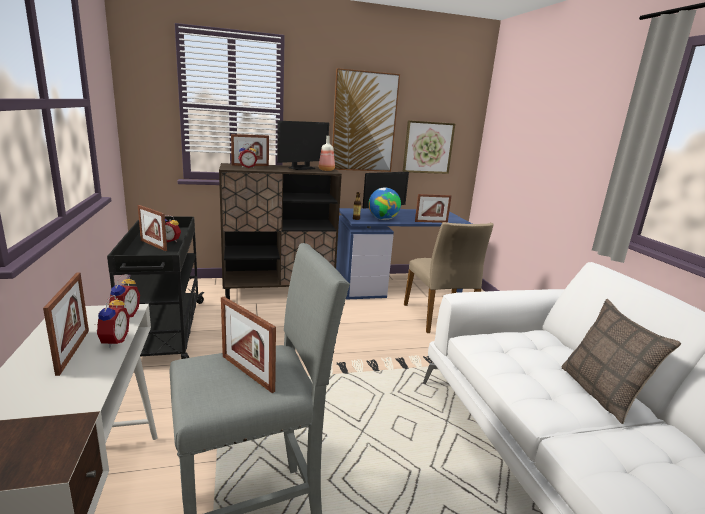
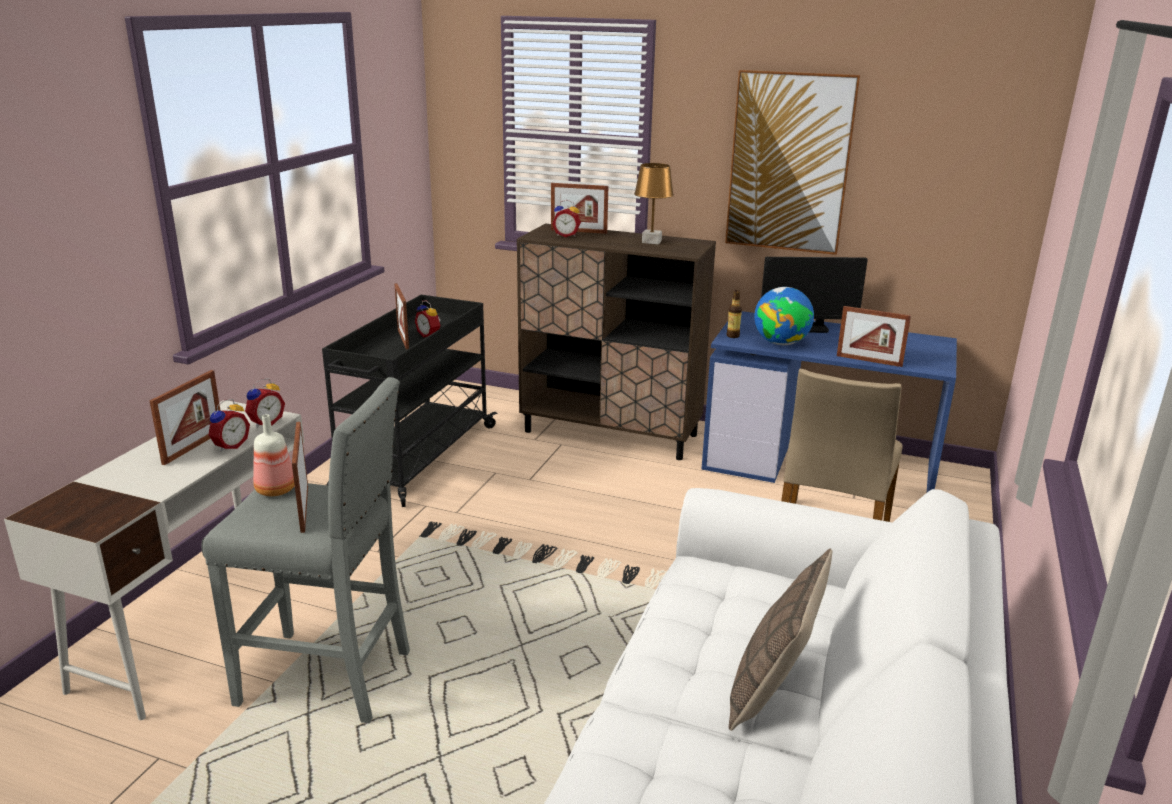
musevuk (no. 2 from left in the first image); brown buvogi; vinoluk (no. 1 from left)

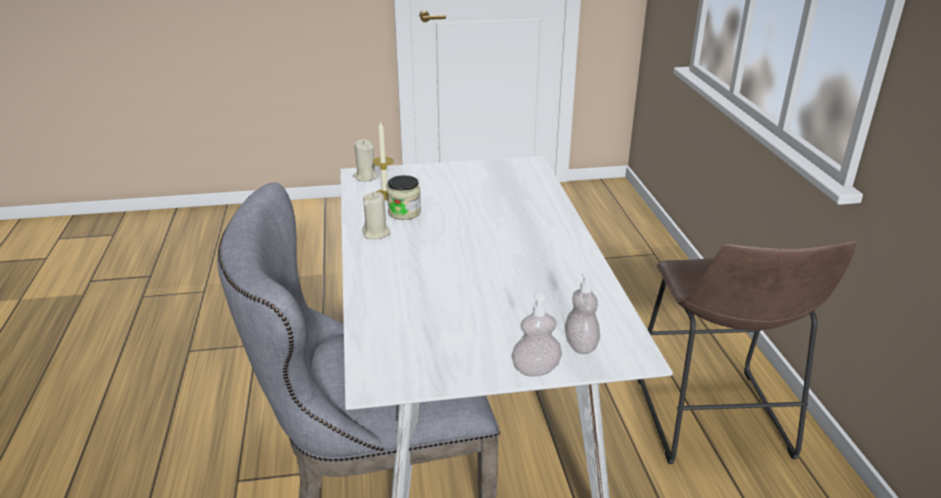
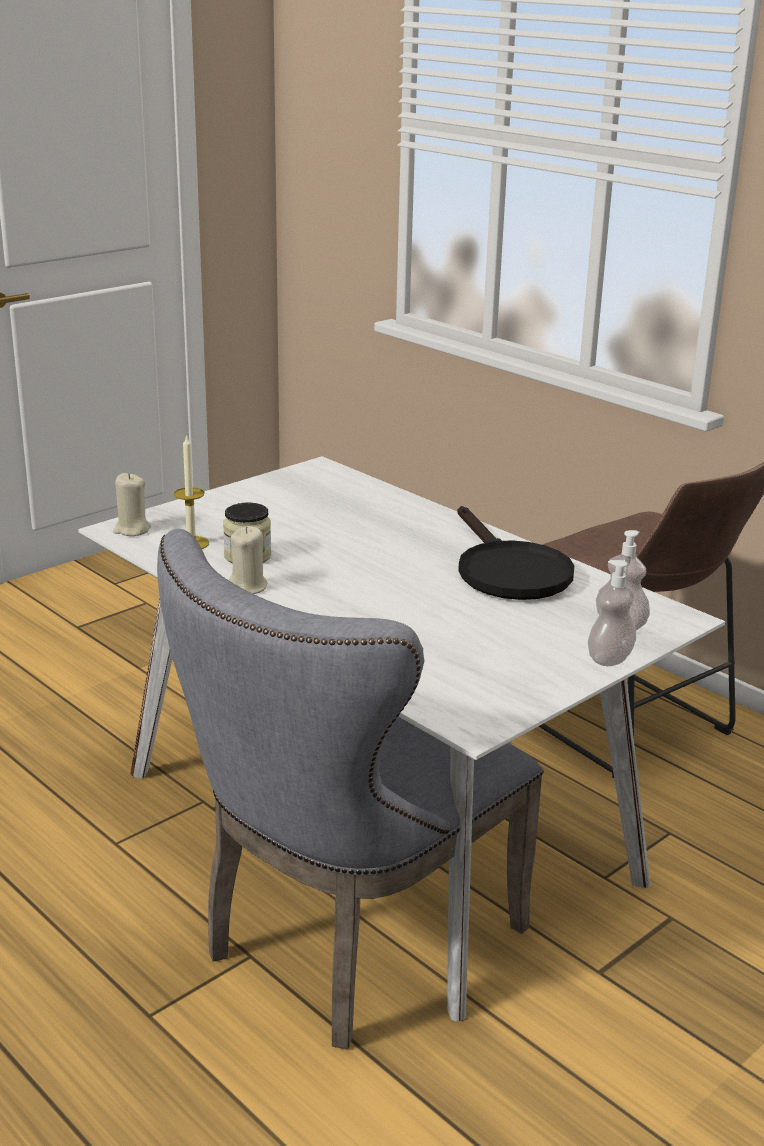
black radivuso

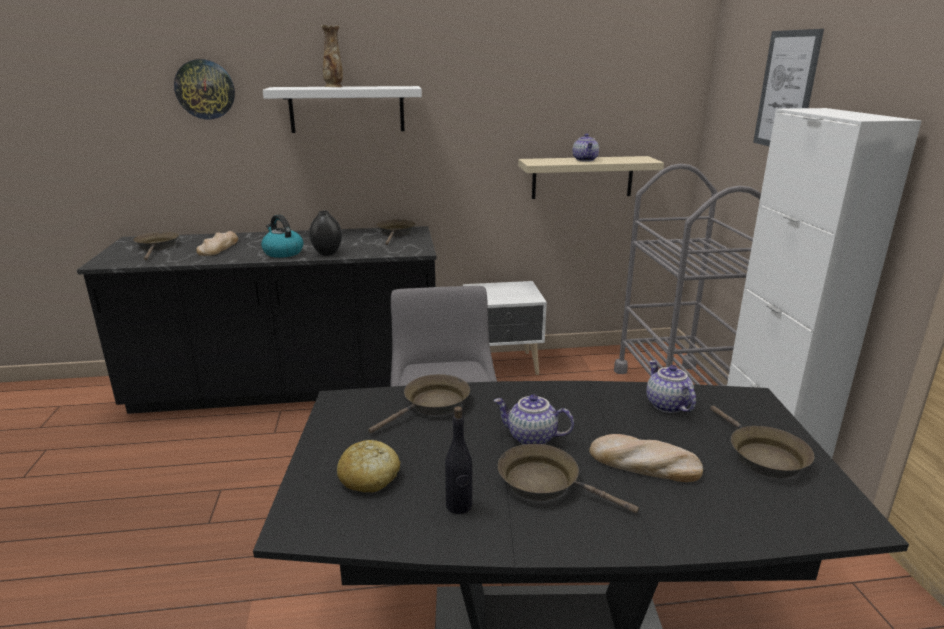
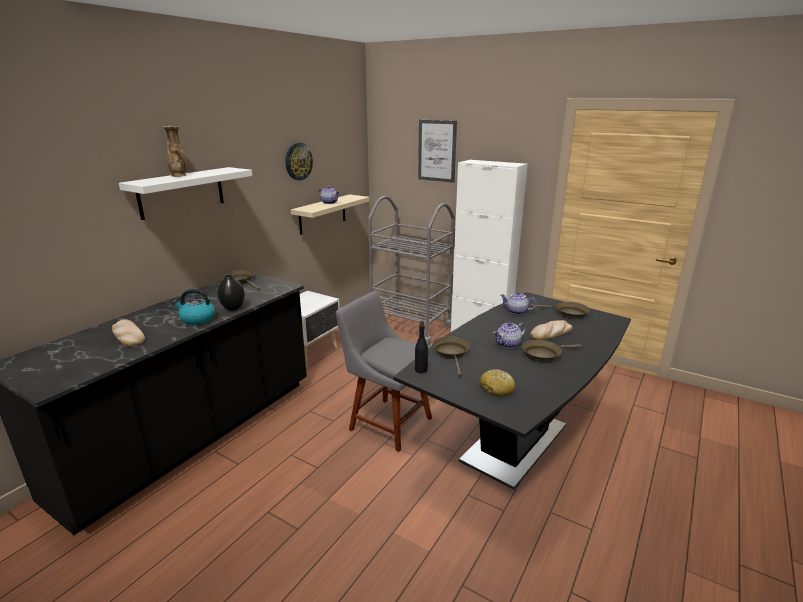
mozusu; brown radivuso (no. 1 from left in the first image); black vinoluk

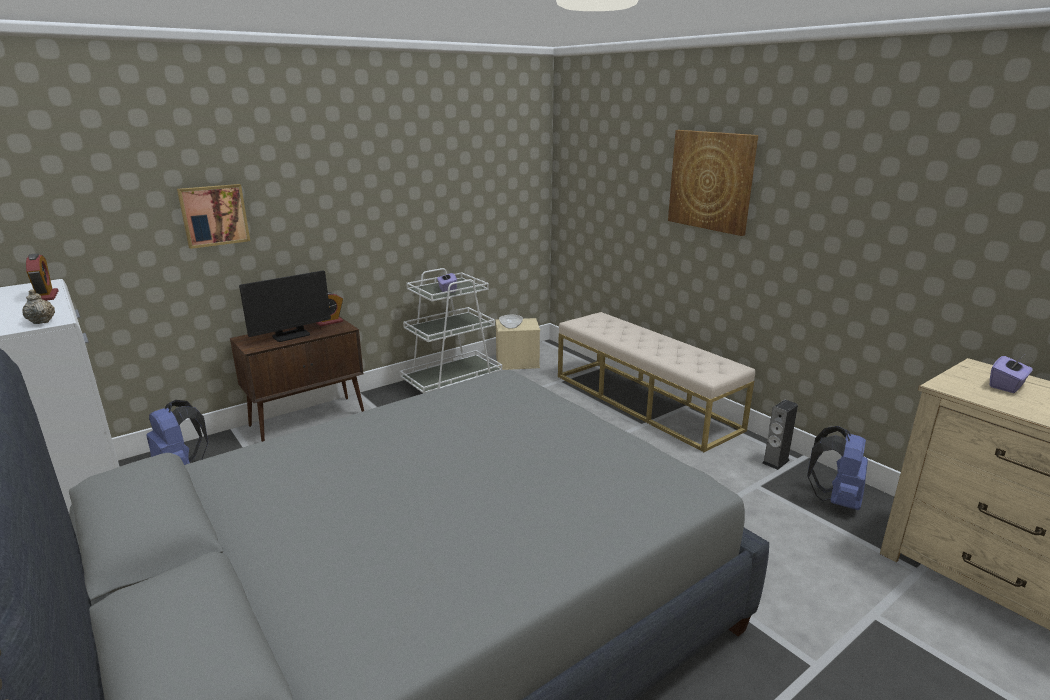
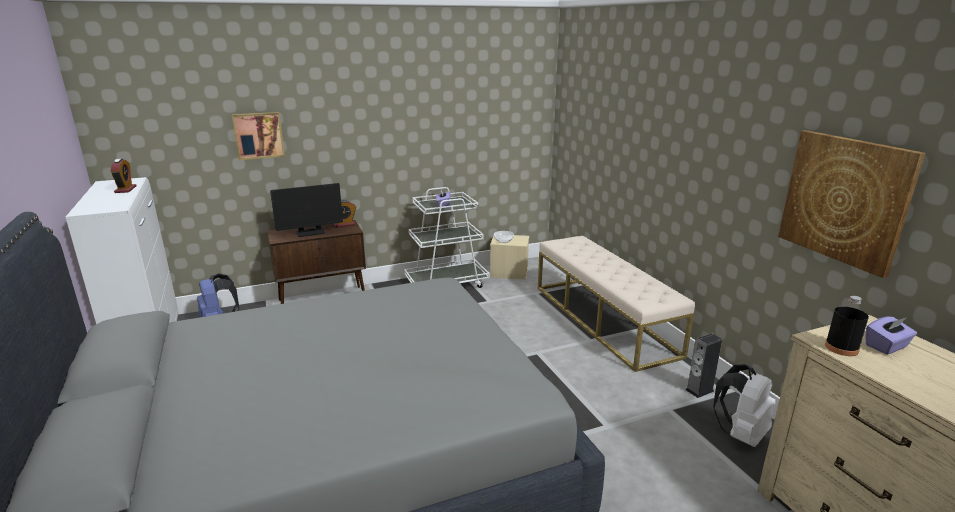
musevuk (no. 2 from left); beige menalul; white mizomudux; black vinoluk

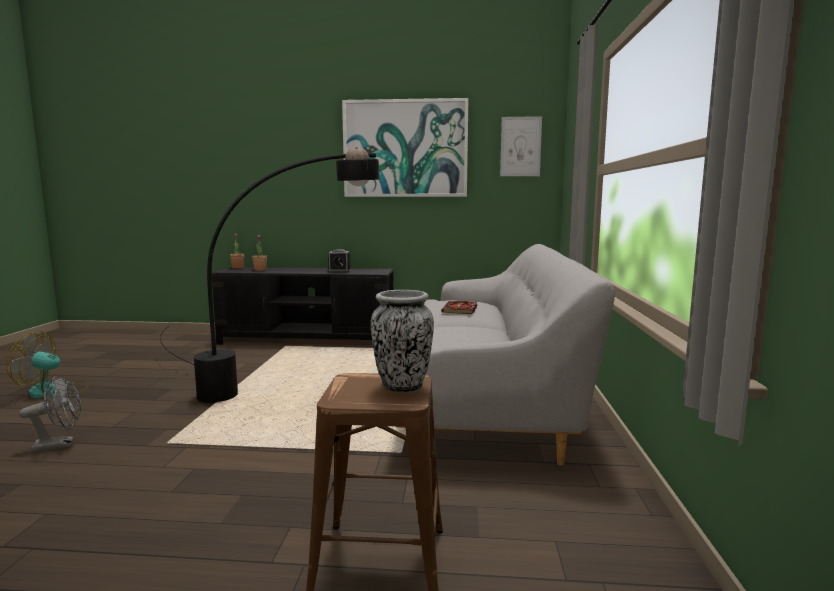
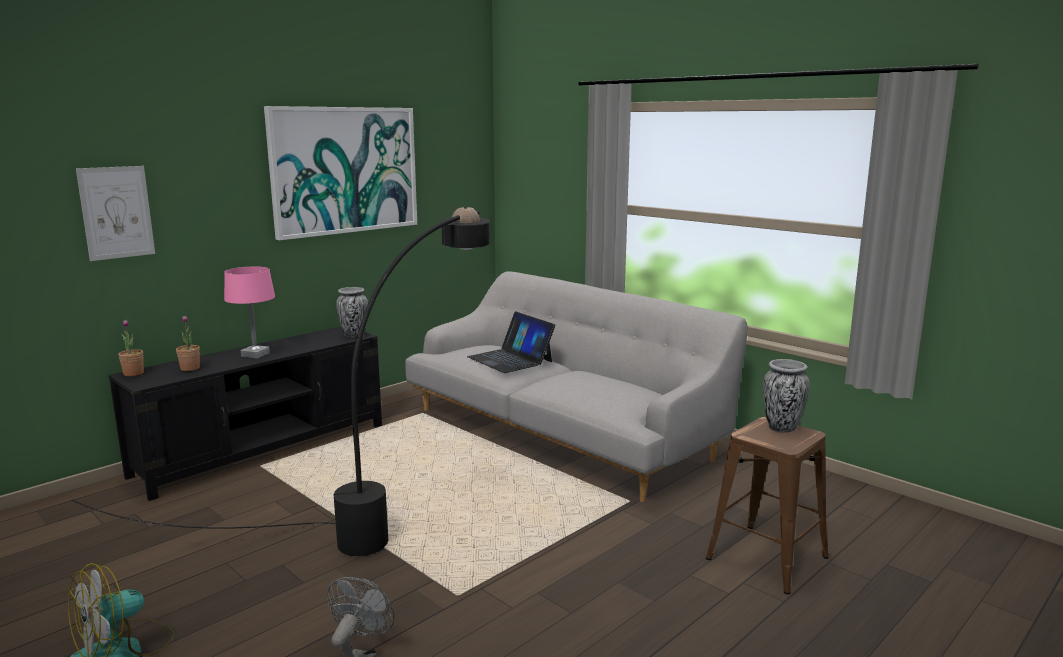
musevuk (no. 1 from left); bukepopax; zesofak; pink buvogi; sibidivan (no. 1 from left)

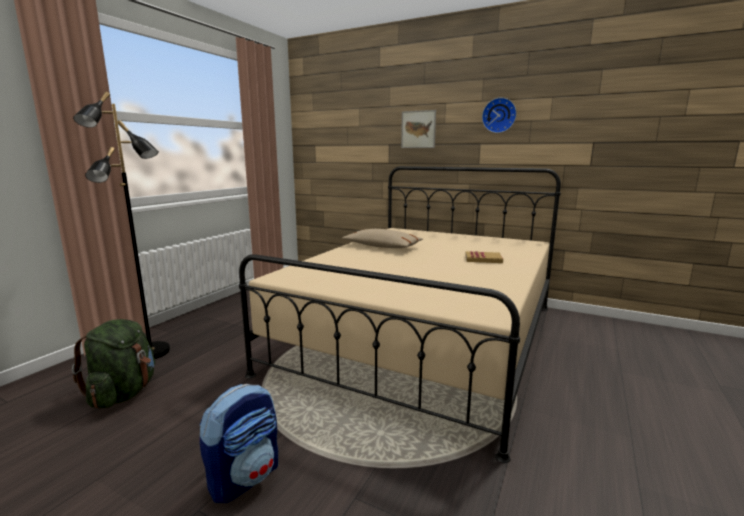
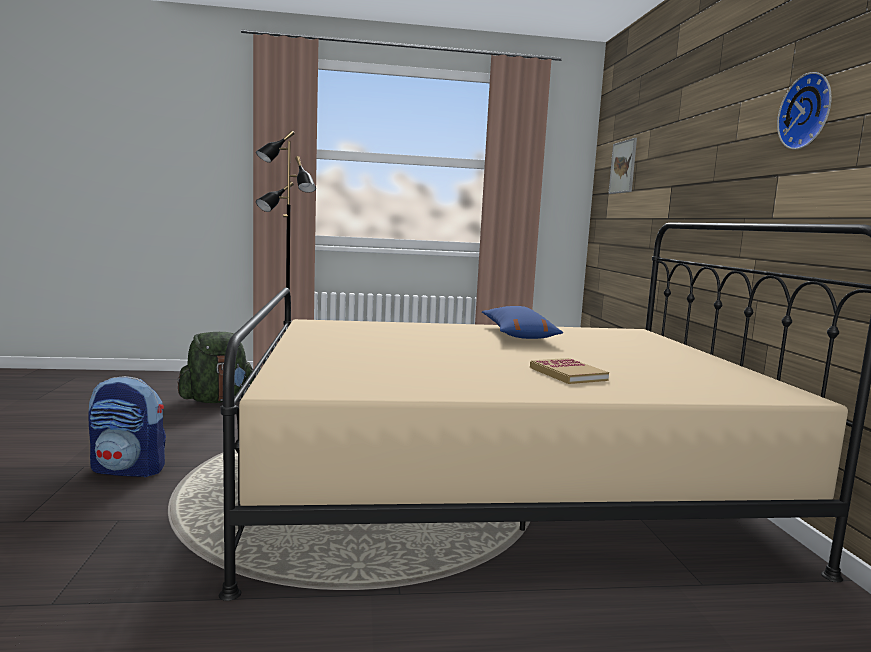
musevuk; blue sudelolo

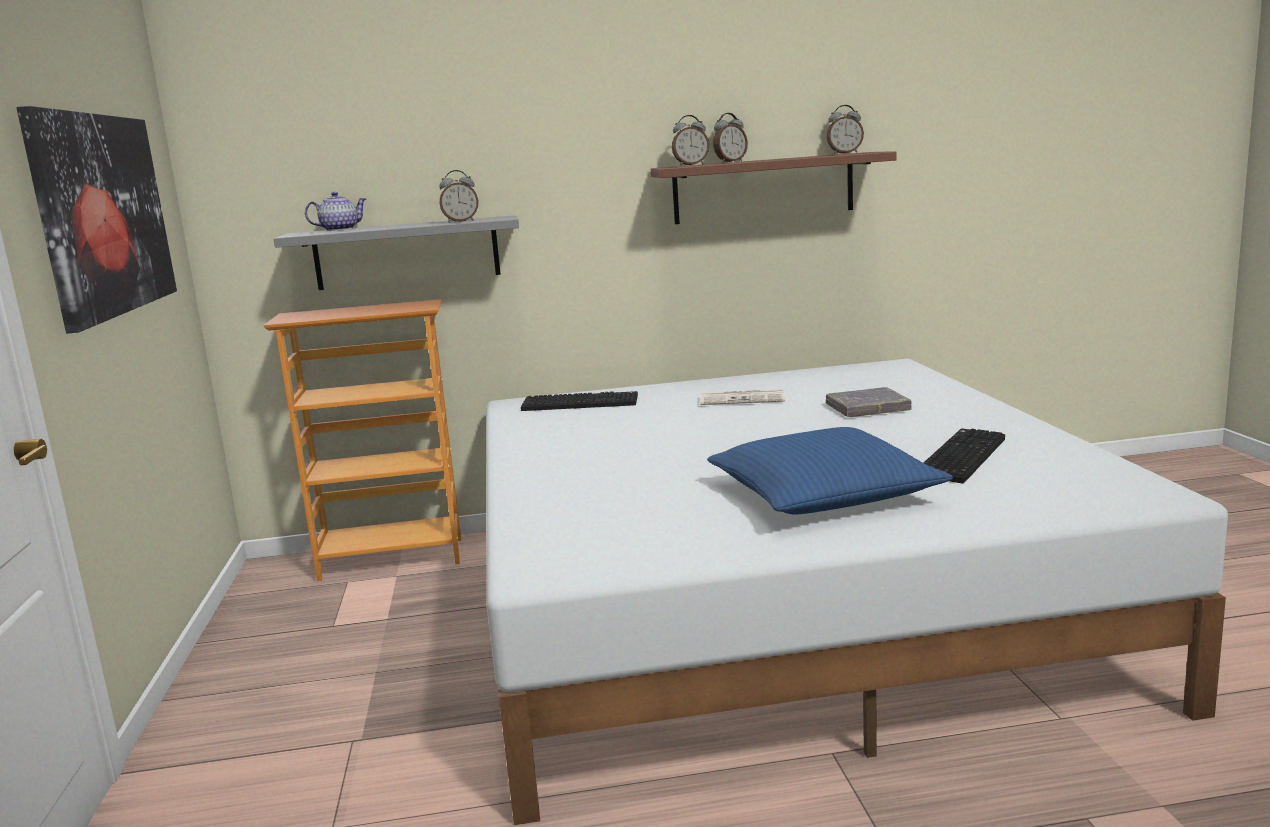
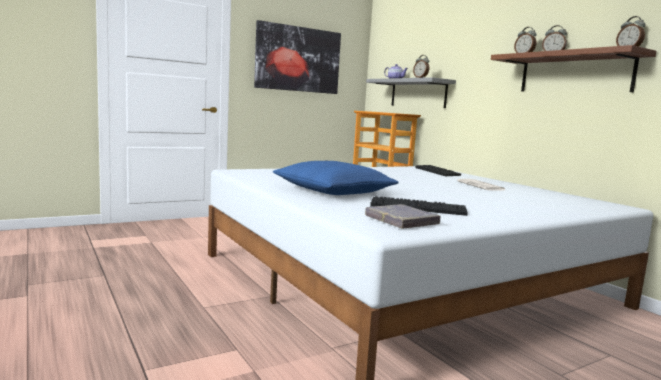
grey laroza

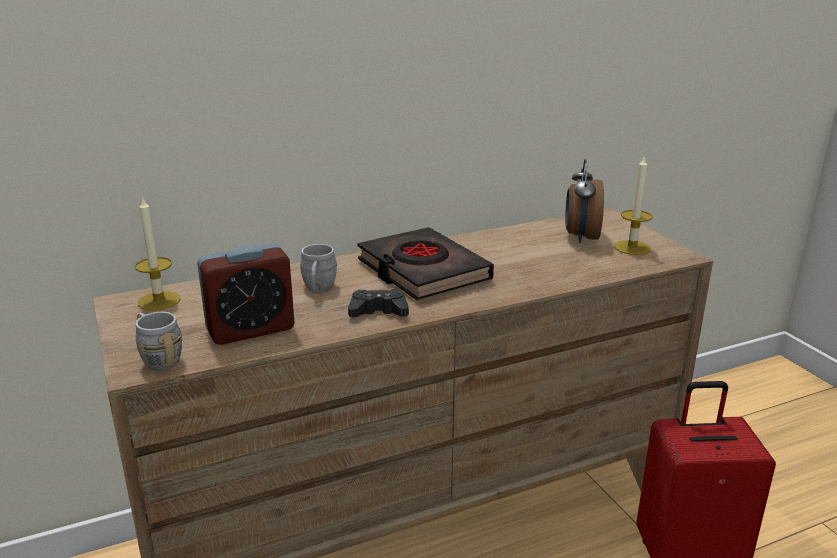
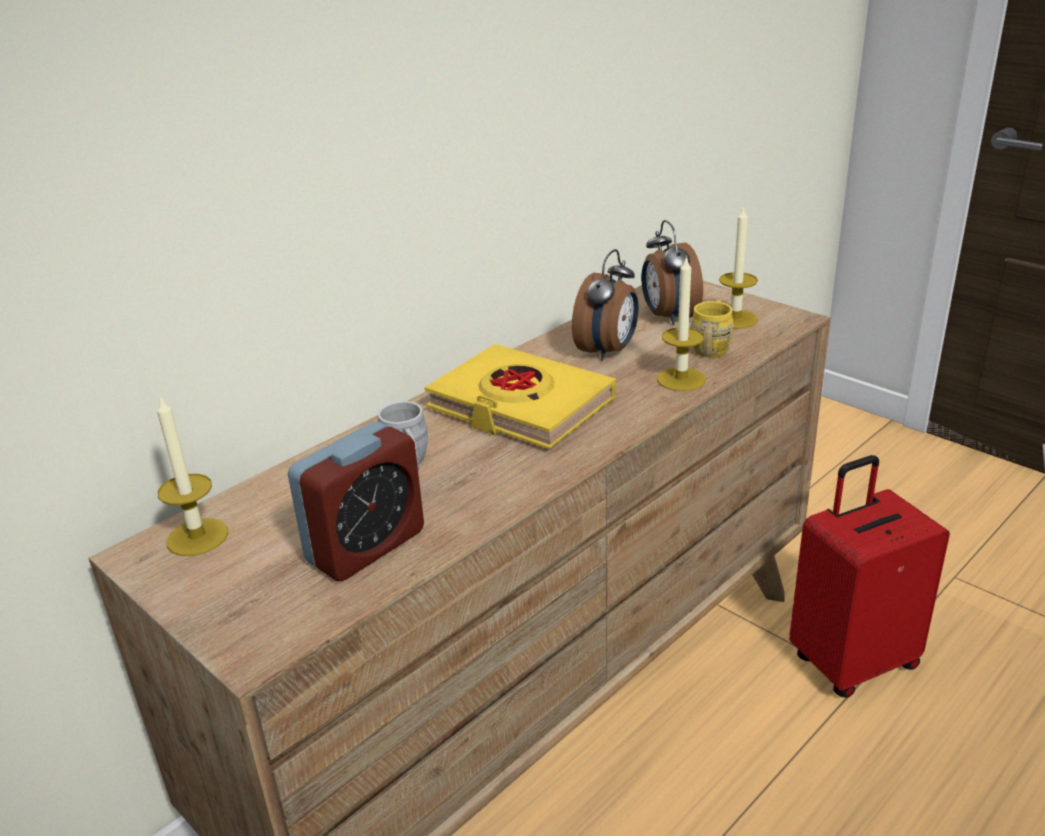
yellow laroza; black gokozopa; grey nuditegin (no. 1 from left in the first image); bukepopax (no. 2 from left); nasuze (no. 2 from left); yellow nuditegin

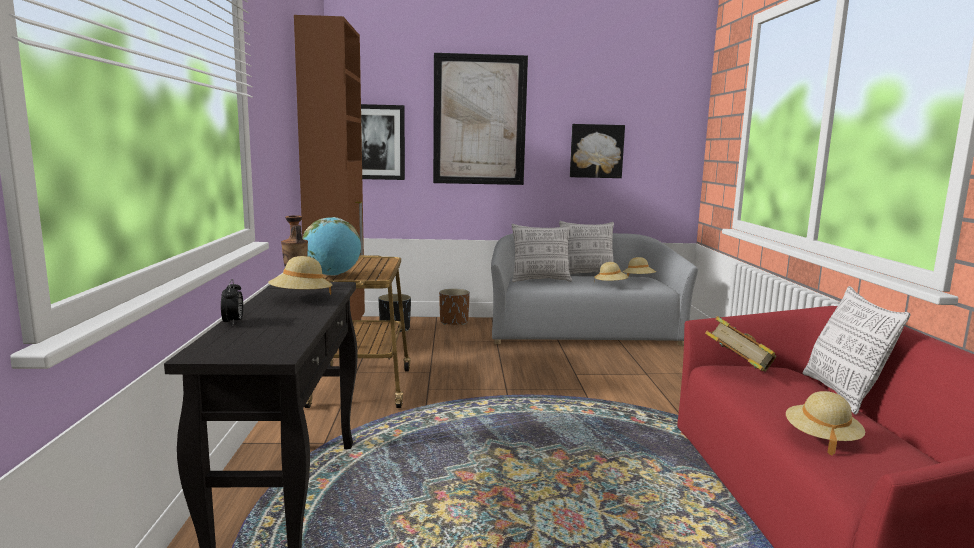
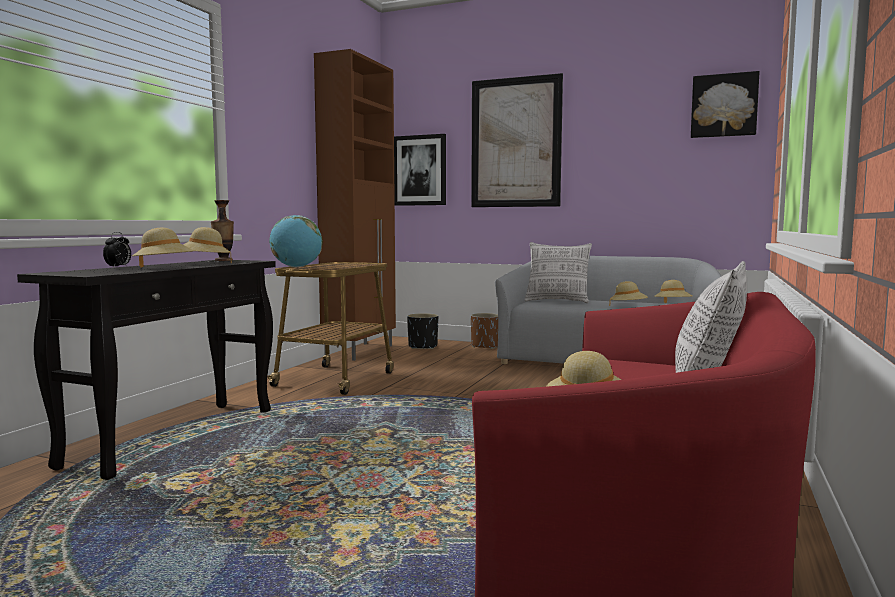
musevuk (no. 3 from left); sudelolo (no. 2 from left in the first image); laroza; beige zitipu (no. 1 from left)

